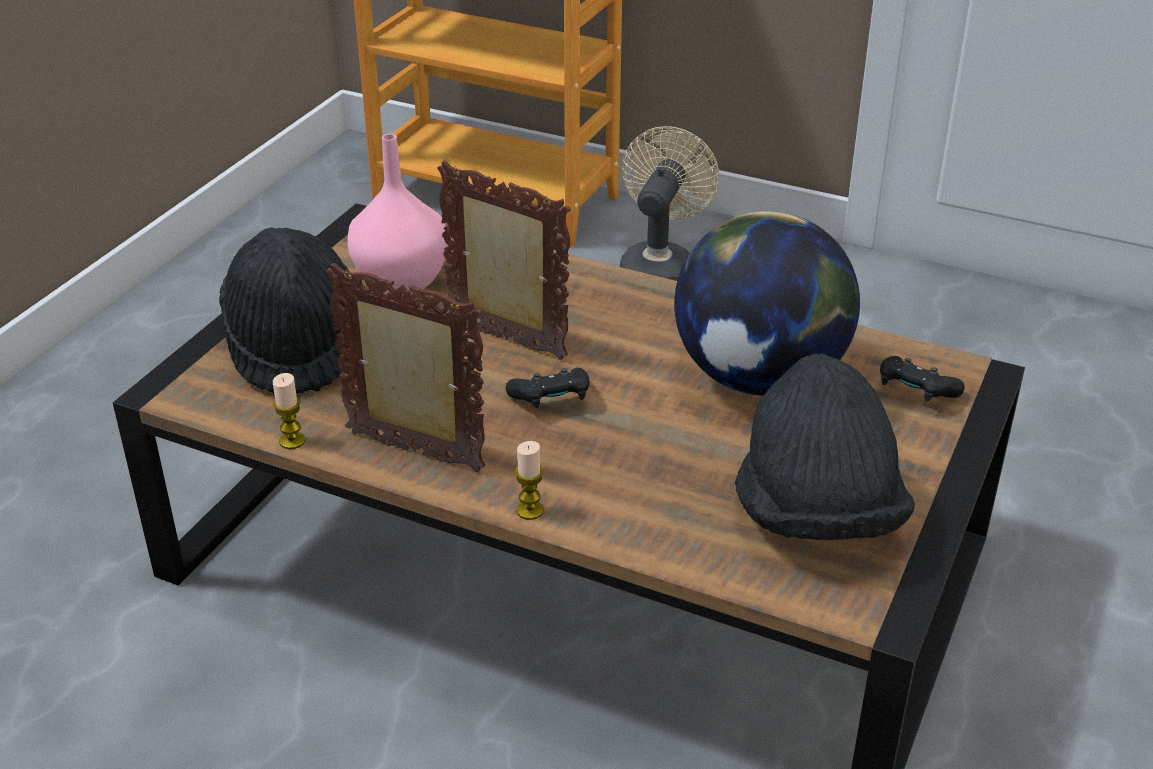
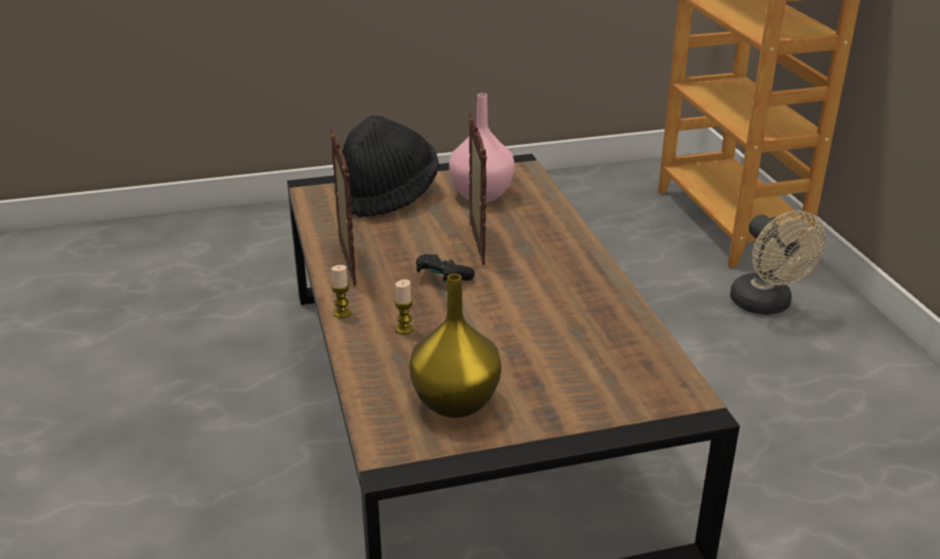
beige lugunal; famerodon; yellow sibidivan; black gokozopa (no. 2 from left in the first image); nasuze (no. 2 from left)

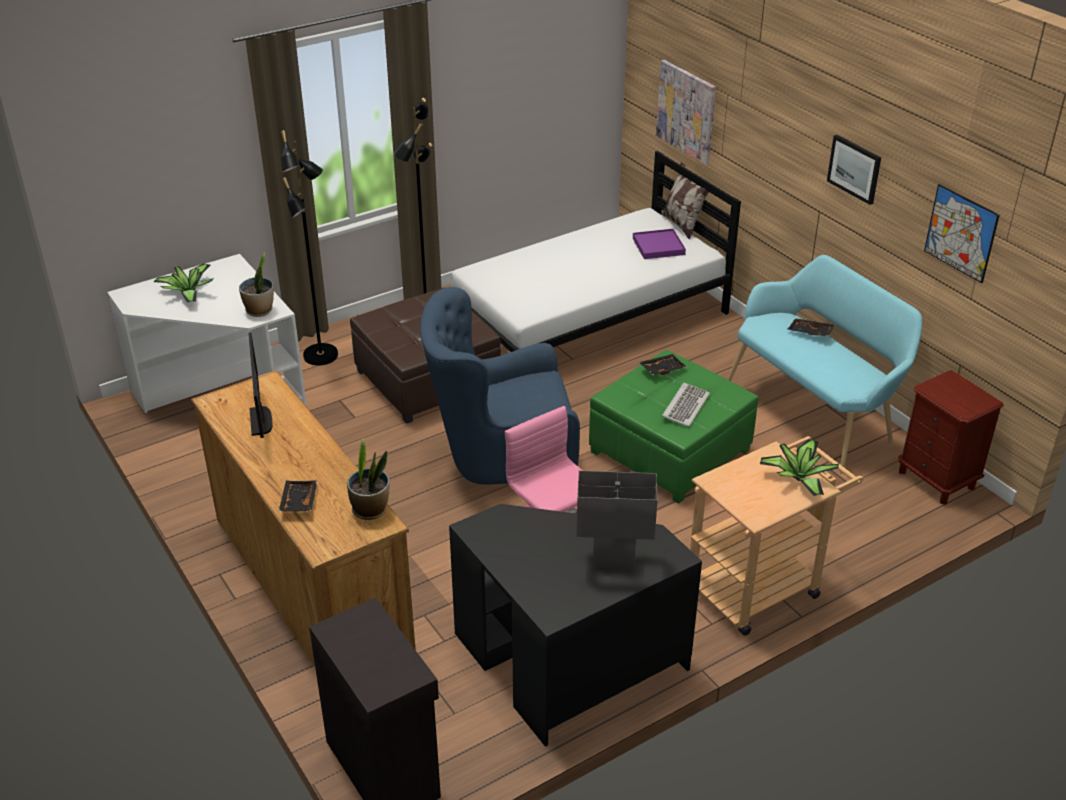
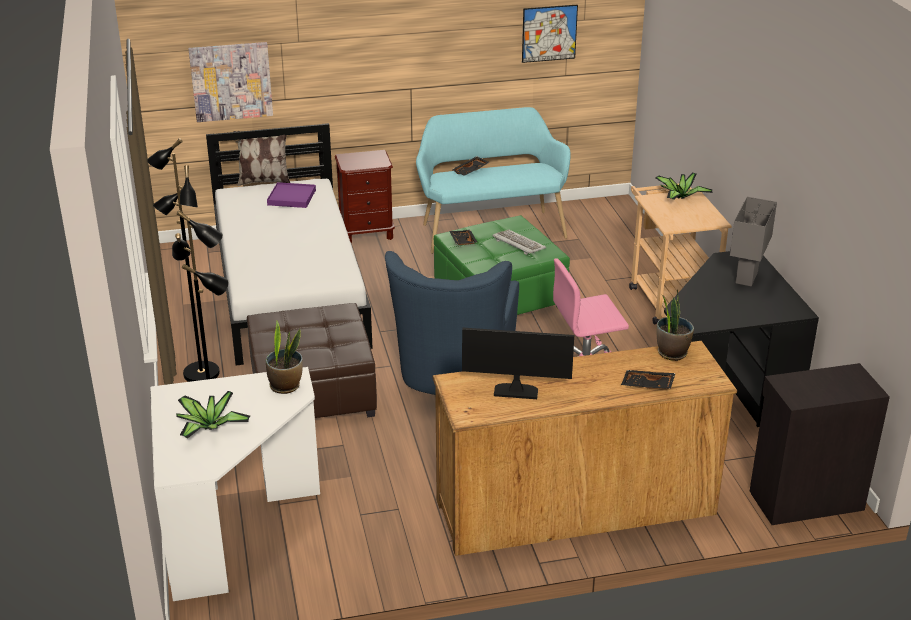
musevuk (no. 2 from left in the first image); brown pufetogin

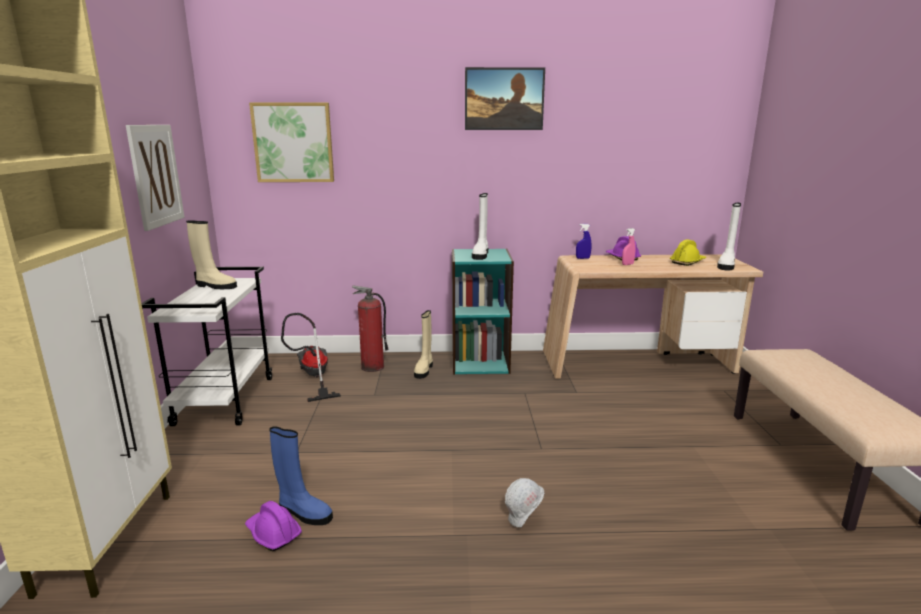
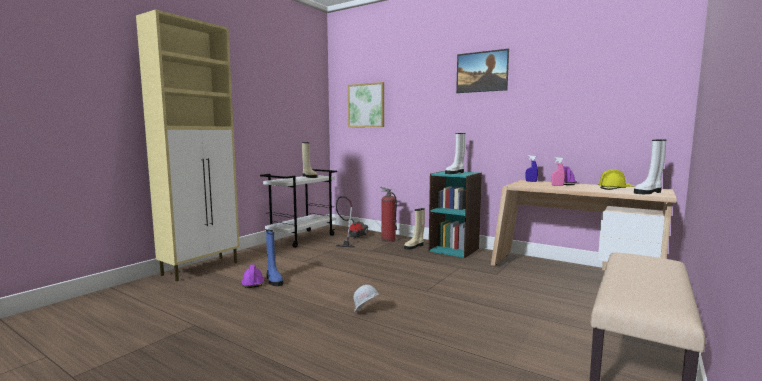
musevuk (no. 1 from left in the first image)

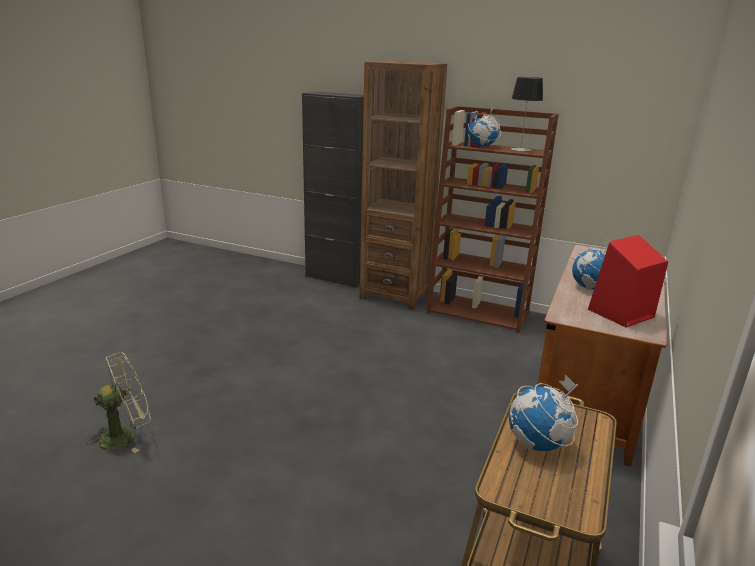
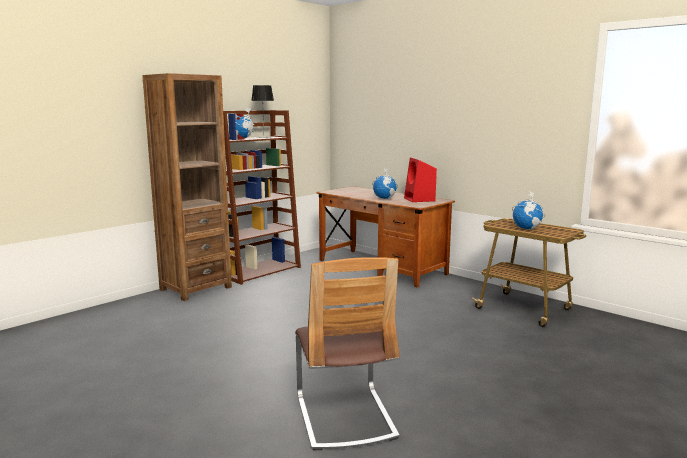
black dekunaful; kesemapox

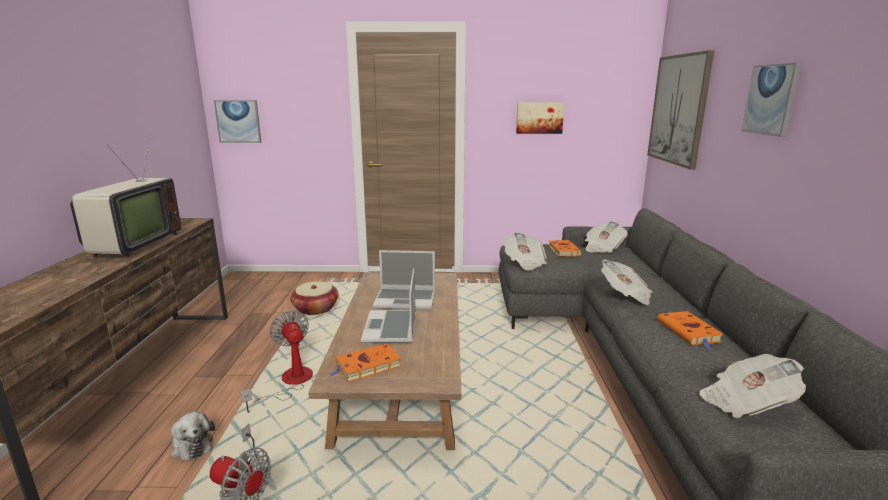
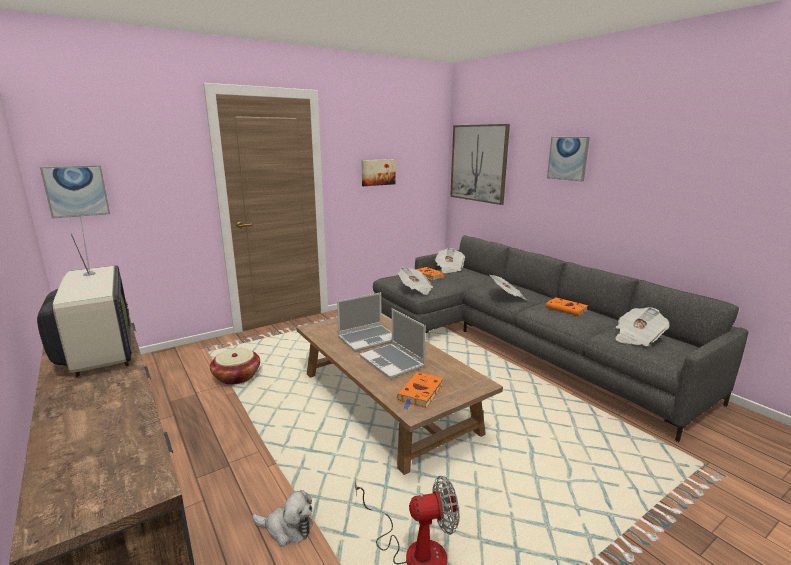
lugunal (no. 2 from left in the first image)

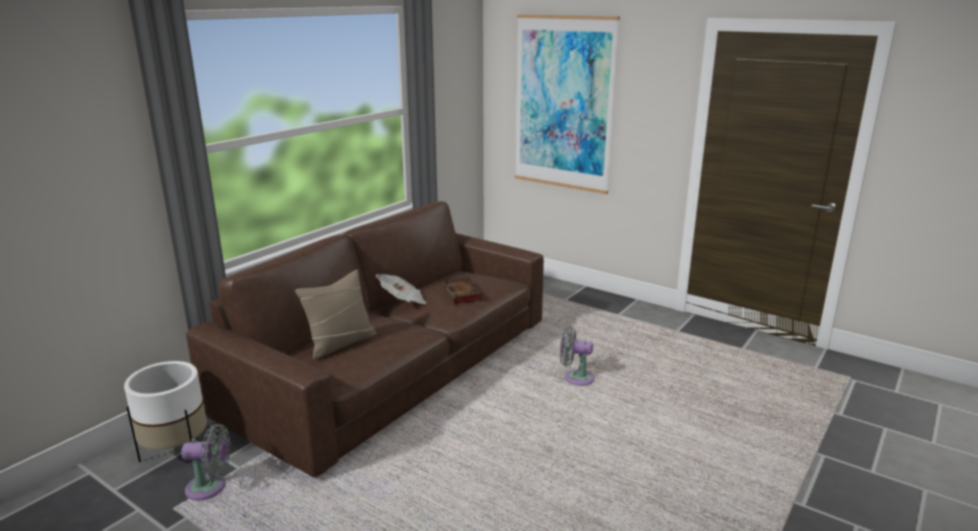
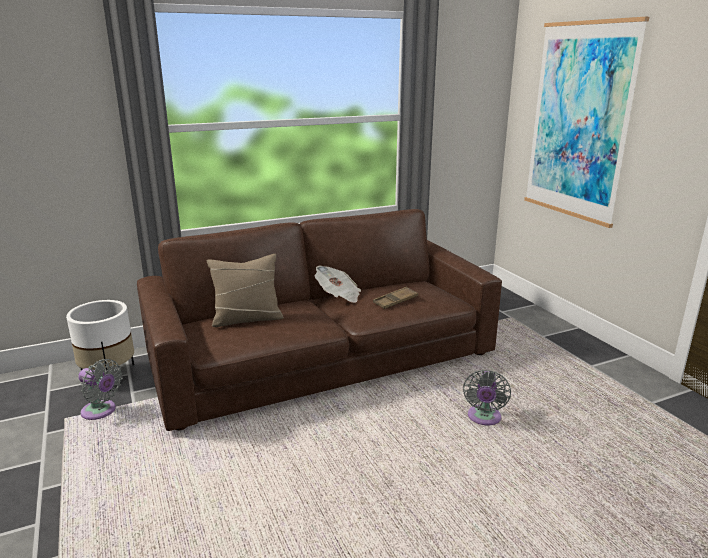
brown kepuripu; grey lugunal (no. 2 from left)

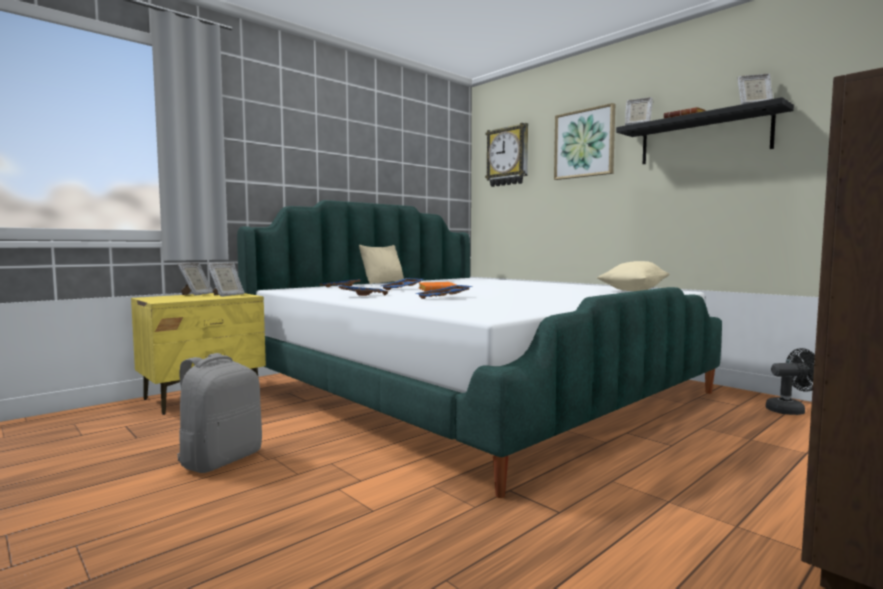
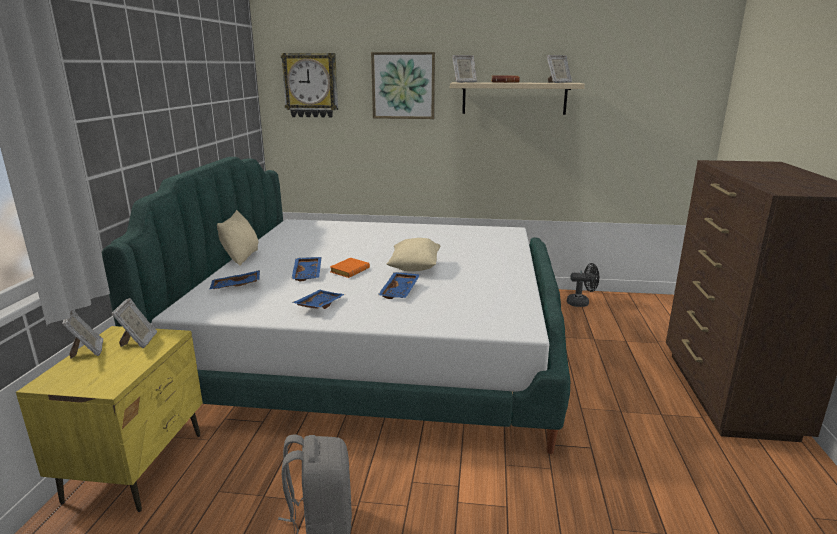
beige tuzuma; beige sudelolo (no. 2 from left); black lugunal

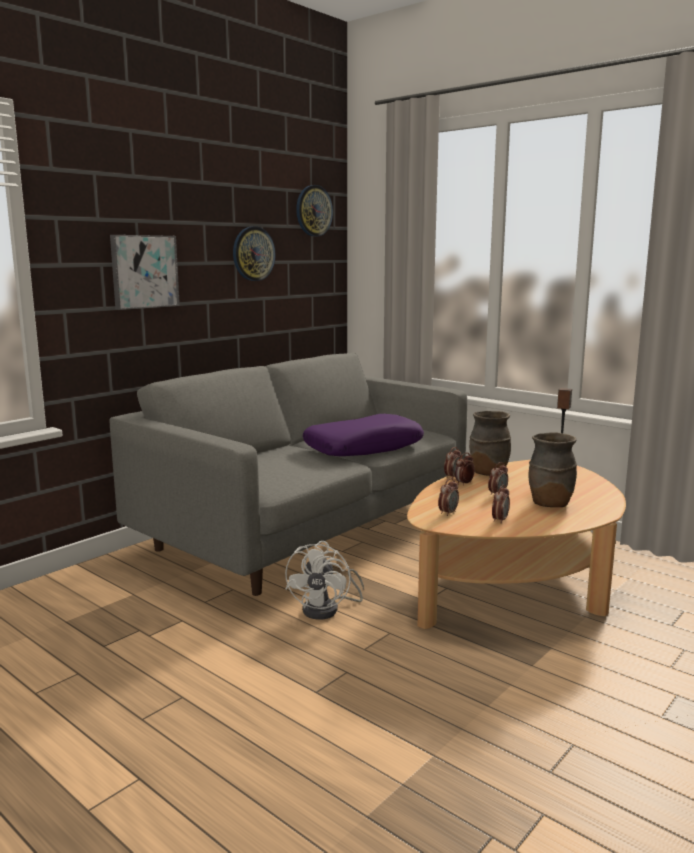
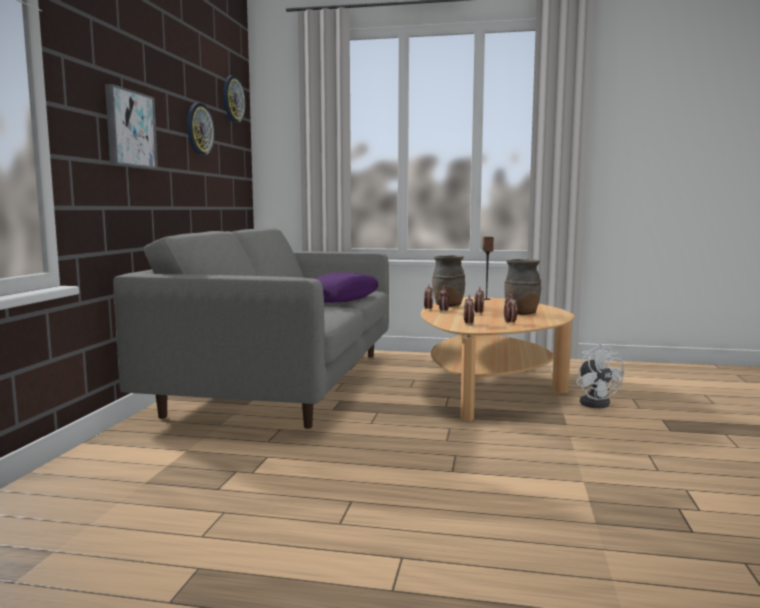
white lugunal

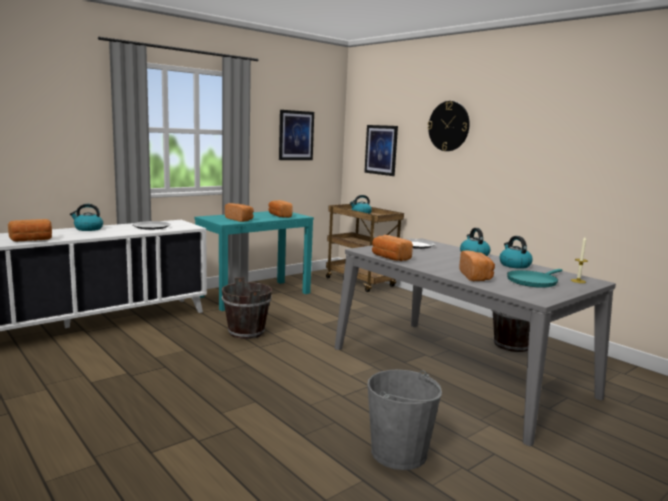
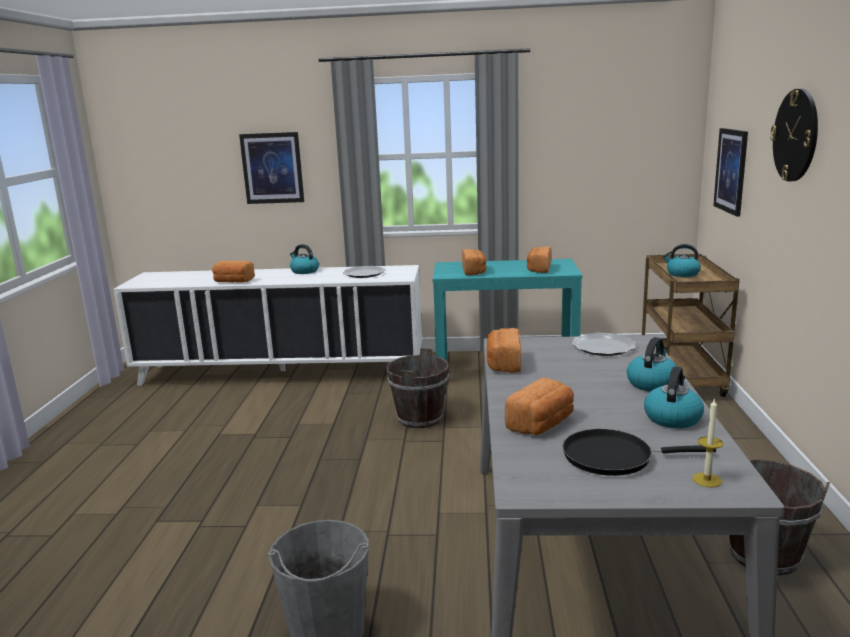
musevuk (no. 1 from left); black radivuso

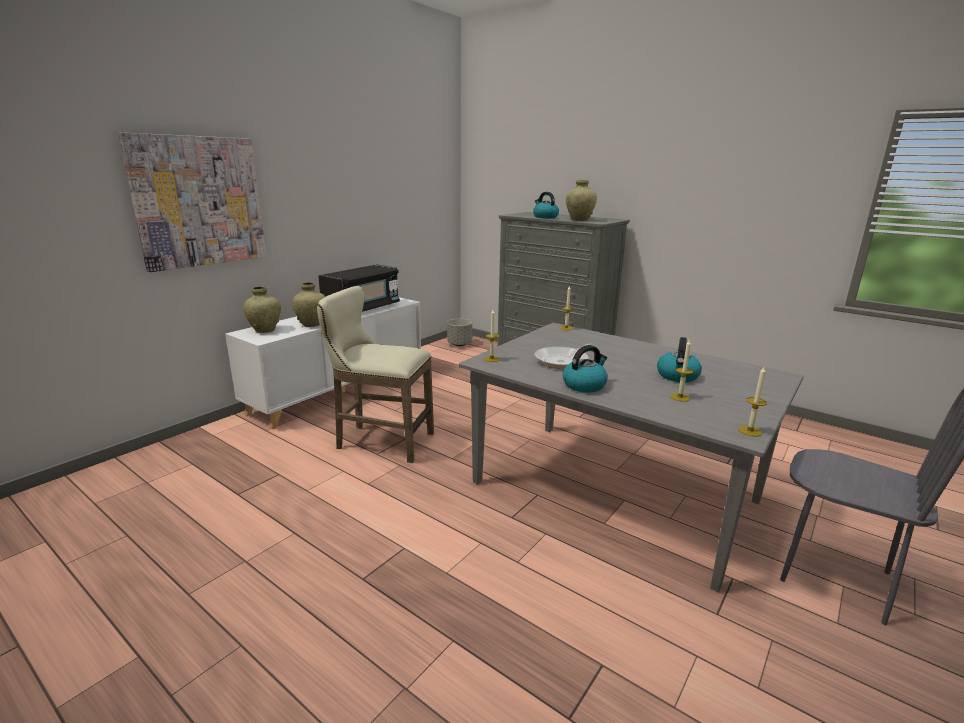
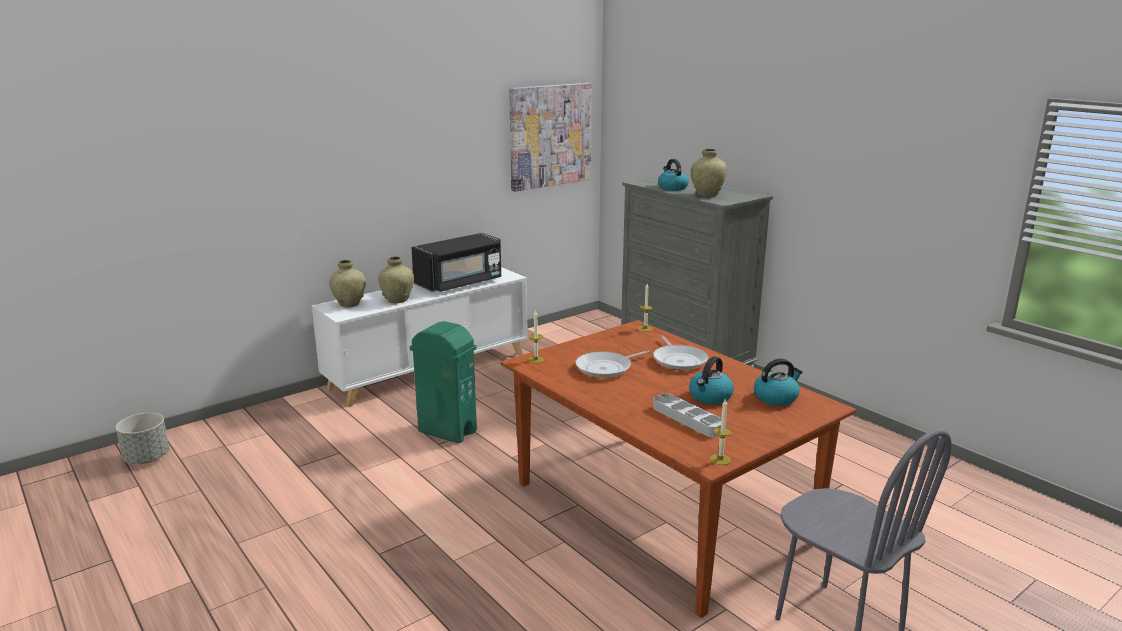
musevuk; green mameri; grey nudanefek; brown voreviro; grey kepuripu; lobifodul (no. 3 from left); radivuso (no. 2 from left)

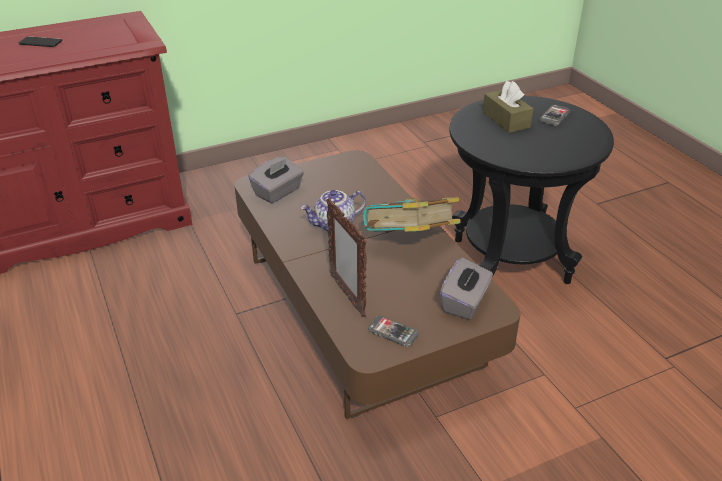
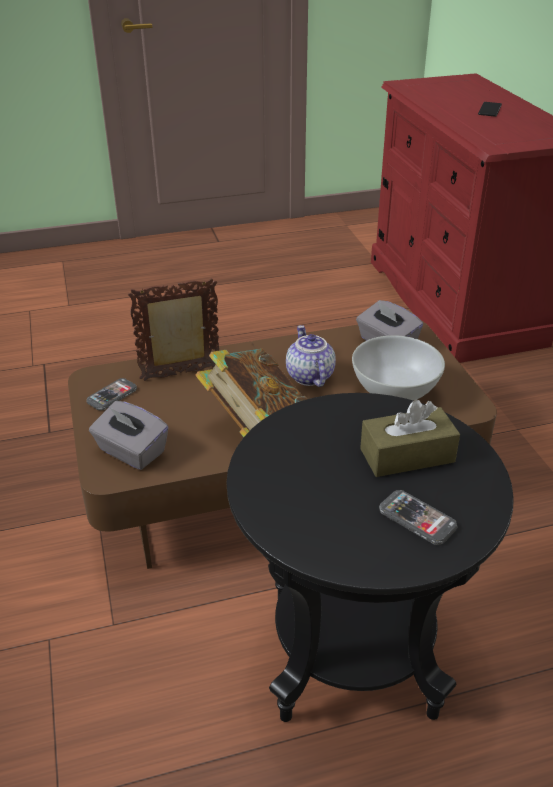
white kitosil

